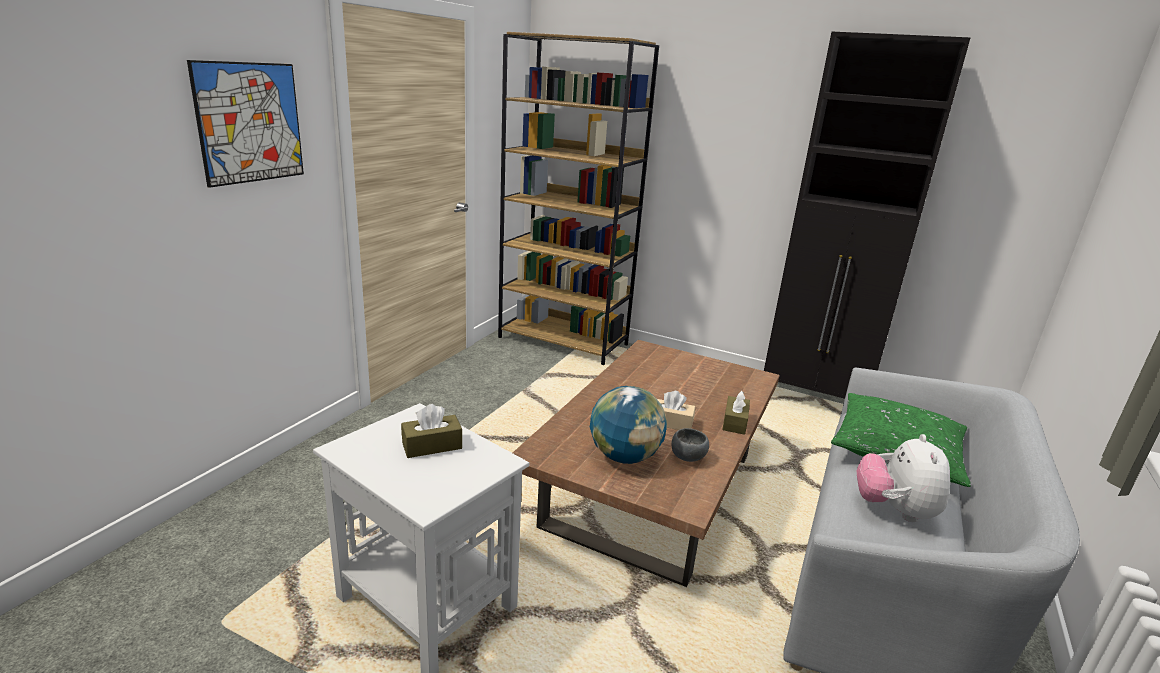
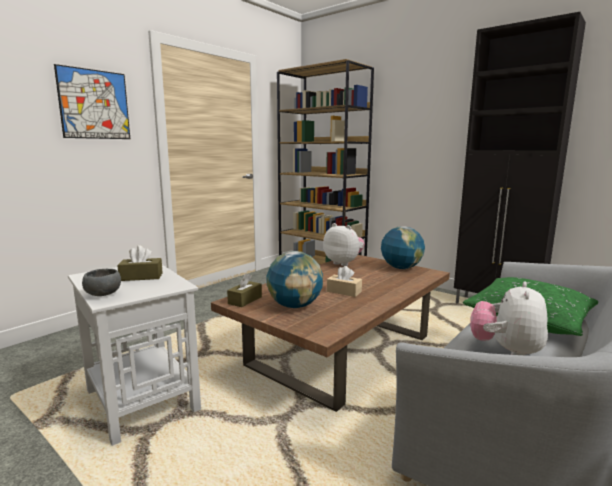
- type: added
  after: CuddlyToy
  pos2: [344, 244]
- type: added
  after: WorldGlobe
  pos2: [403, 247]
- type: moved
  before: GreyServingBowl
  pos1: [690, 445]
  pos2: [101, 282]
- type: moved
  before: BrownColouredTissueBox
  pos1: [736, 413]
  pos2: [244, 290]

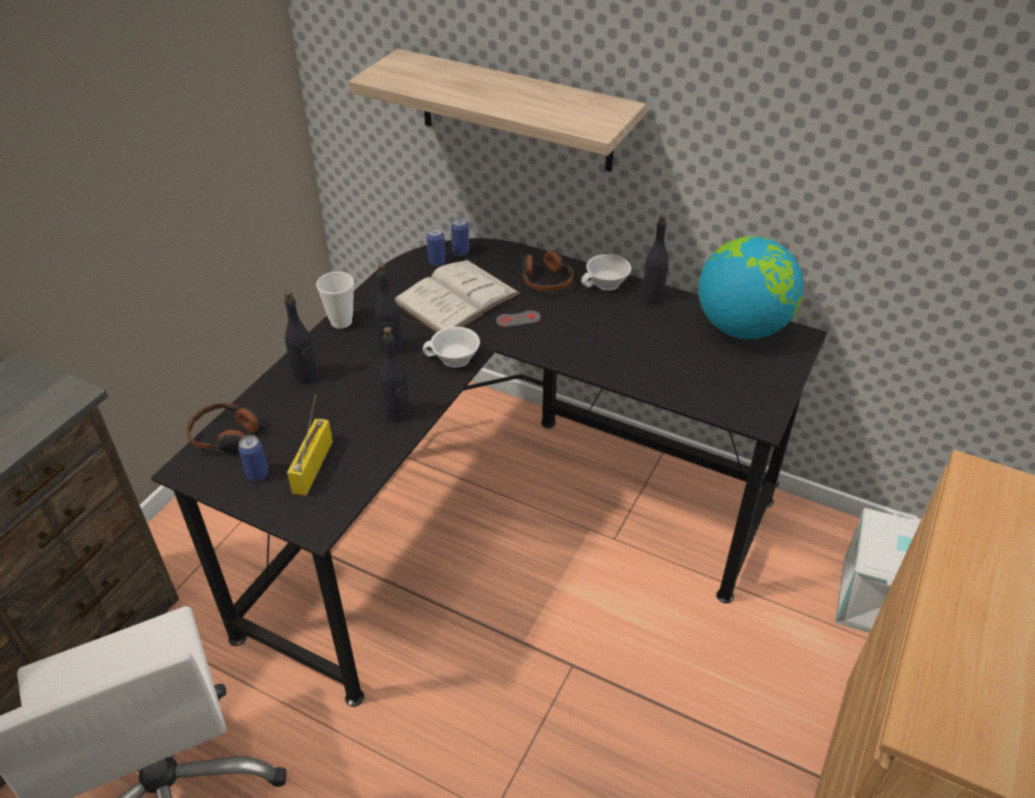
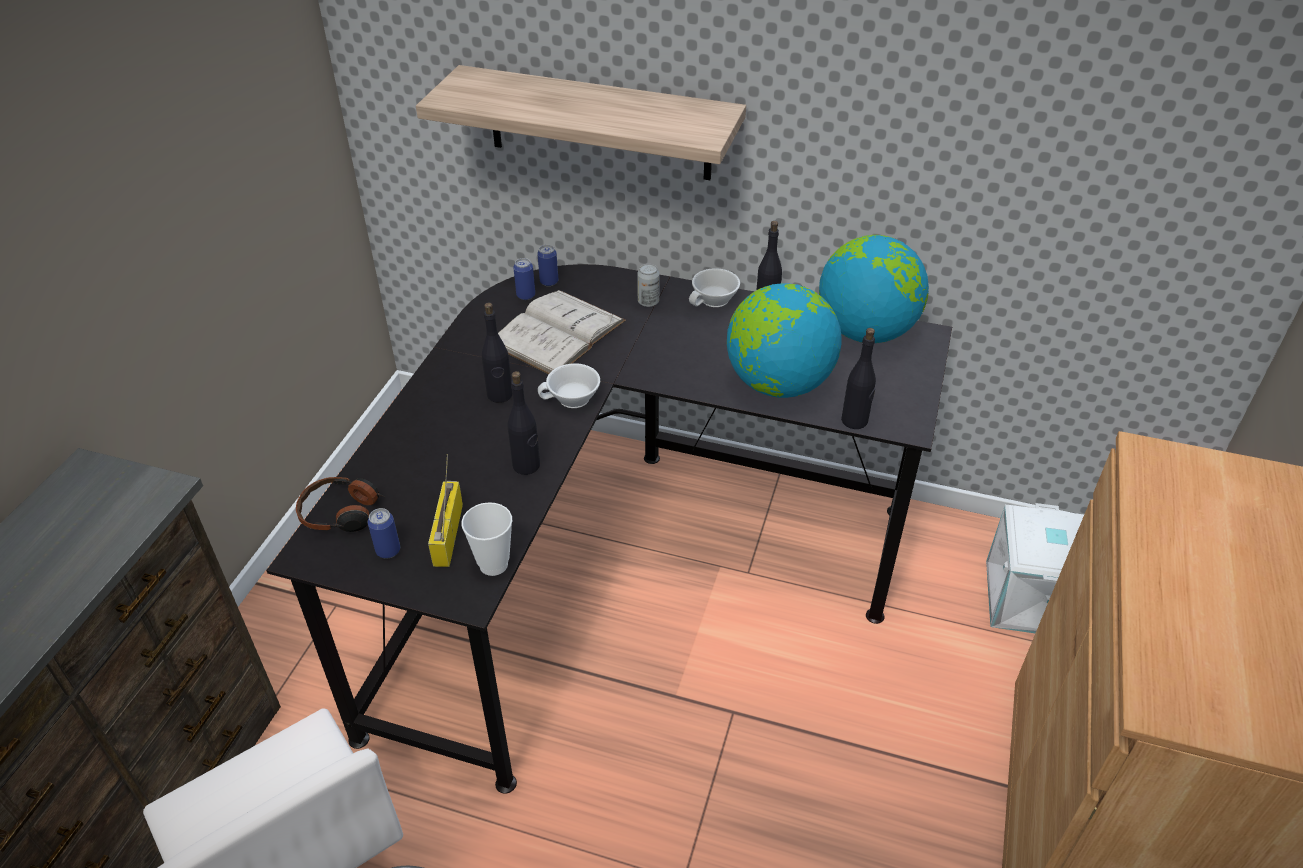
- type: removed
  before: GreyGamepad
  pos1: [518, 318]
- type: added
  after: WorldGlobe
  pos2: [784, 340]
- type: moved
  before: BlackBeverageBottle
  pos1: [300, 337]
  pos2: [858, 378]
- type: moved
  before: Cup
  pos1: [335, 300]
  pos2: [487, 539]
- type: replaced
  before: PairOfHeadphones
  after: Can
  pos1: [547, 270]
  pos2: [648, 285]

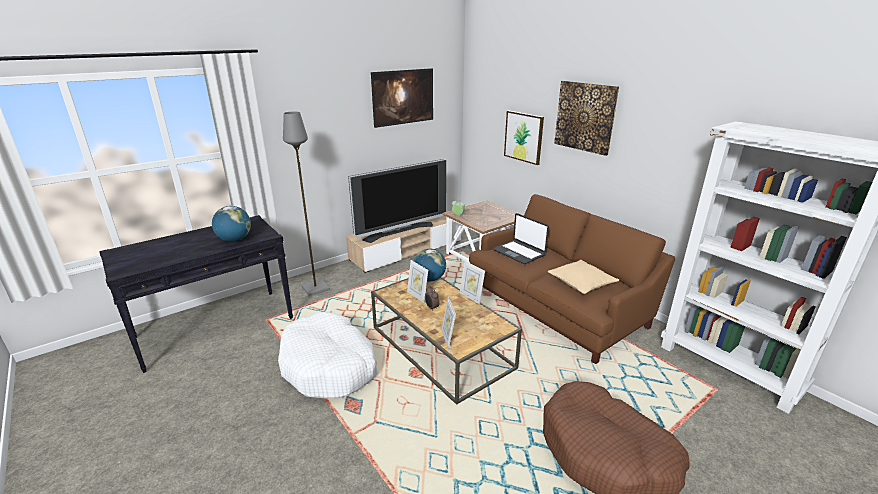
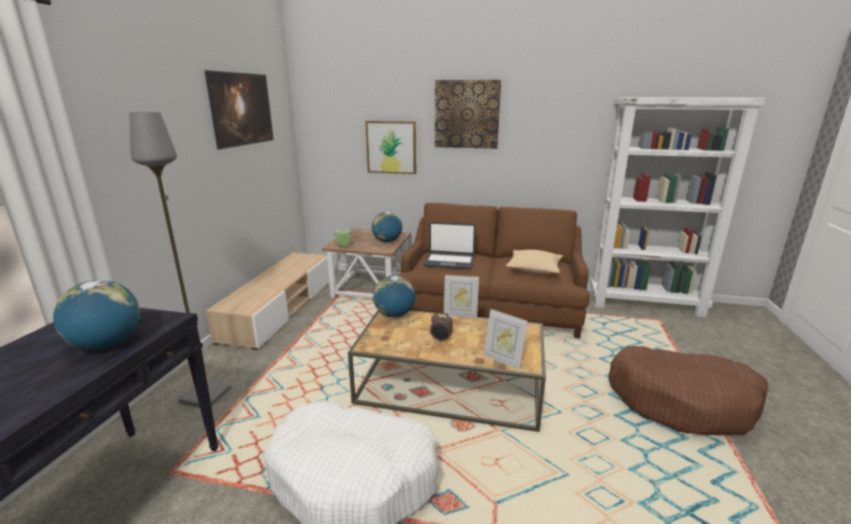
- type: removed
  before: Television
  pos1: [397, 201]
- type: removed
  before: StandingFrame
  pos1: [417, 281]
- type: added
  after: WorldGlobe
  pos2: [387, 227]

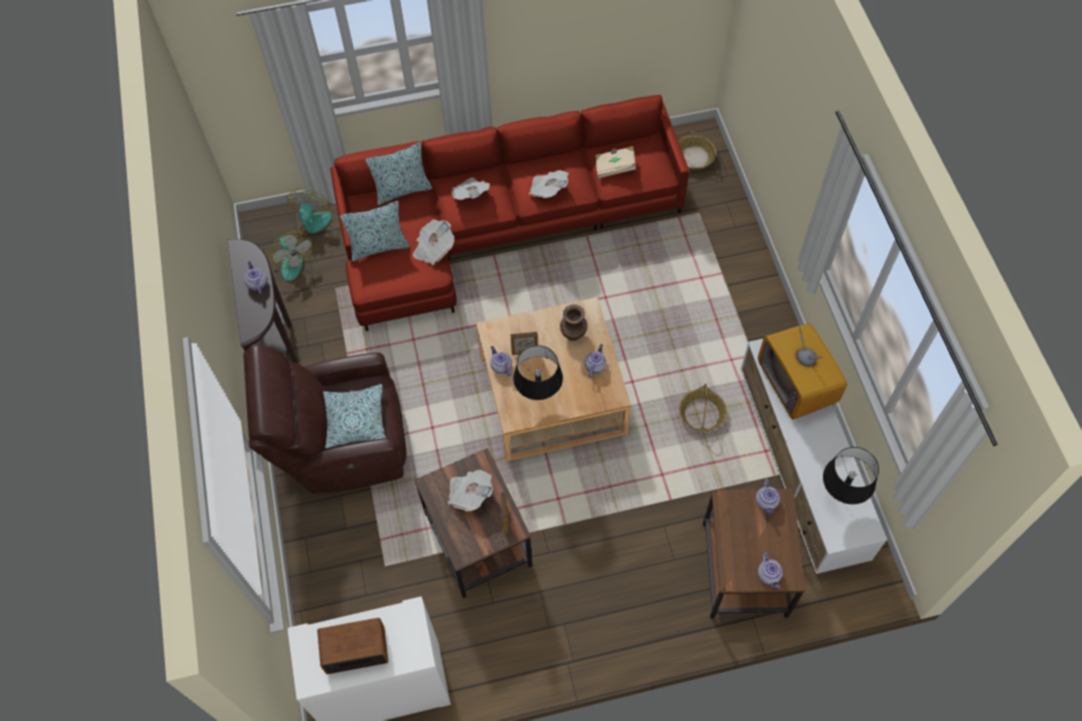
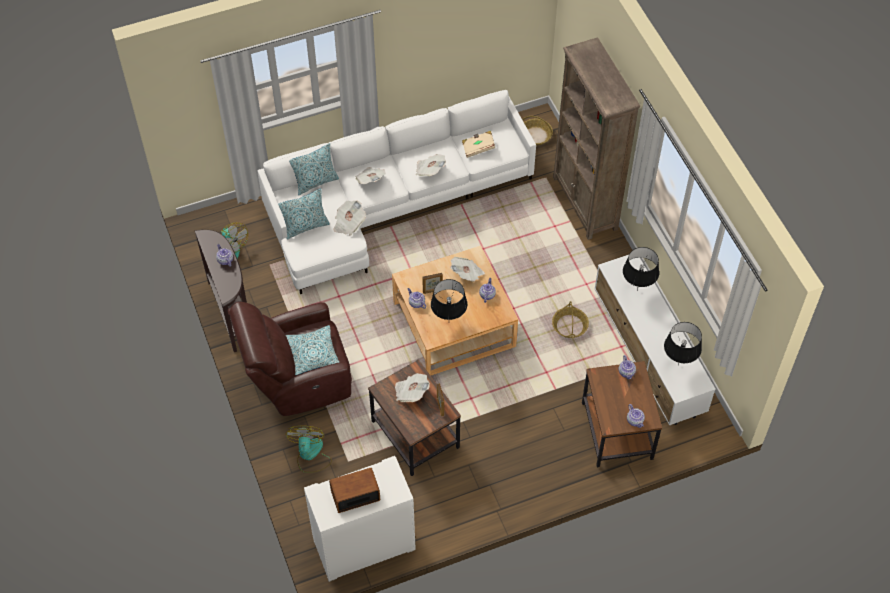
- type: added
  after: BrownColouredBookshelf
  pos2: [596, 138]
- type: moved
  before: CoolingFan
  pos1: [312, 217]
  pos2: [309, 449]
- type: replaced
  before: BrownColouredDecorativeVase
  after: PrintedPaper
  pos1: [573, 322]
  pos2: [467, 269]
- type: replaced
  before: Television
  after: BlackTableLamp
  pos1: [802, 371]
  pos2: [641, 269]
- type: recoloured
  before: RedCouch
  after: WhitishCouch
  pos1: [509, 213]
  pos2: [397, 192]

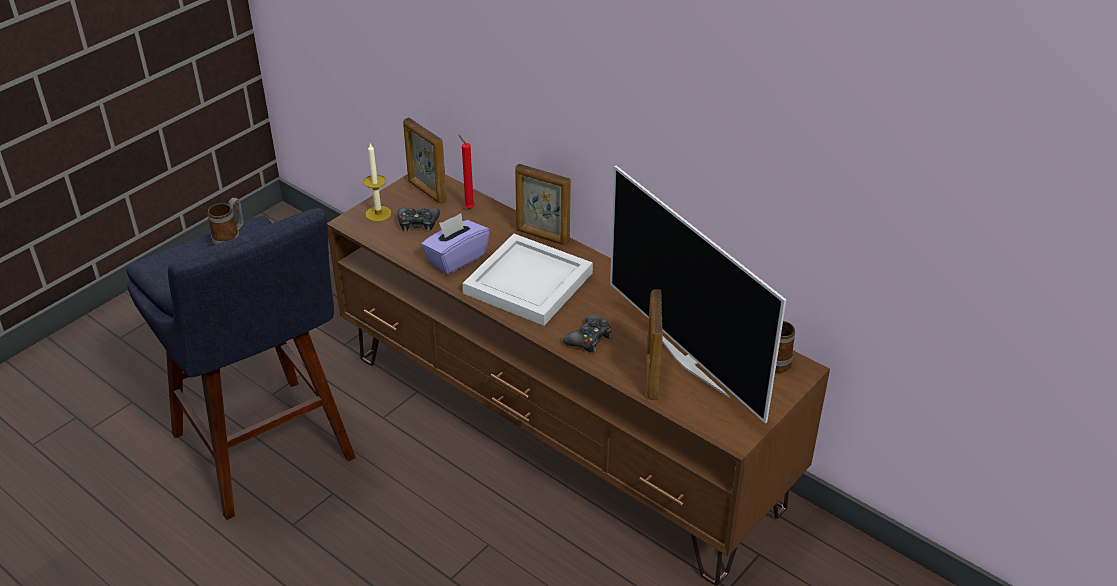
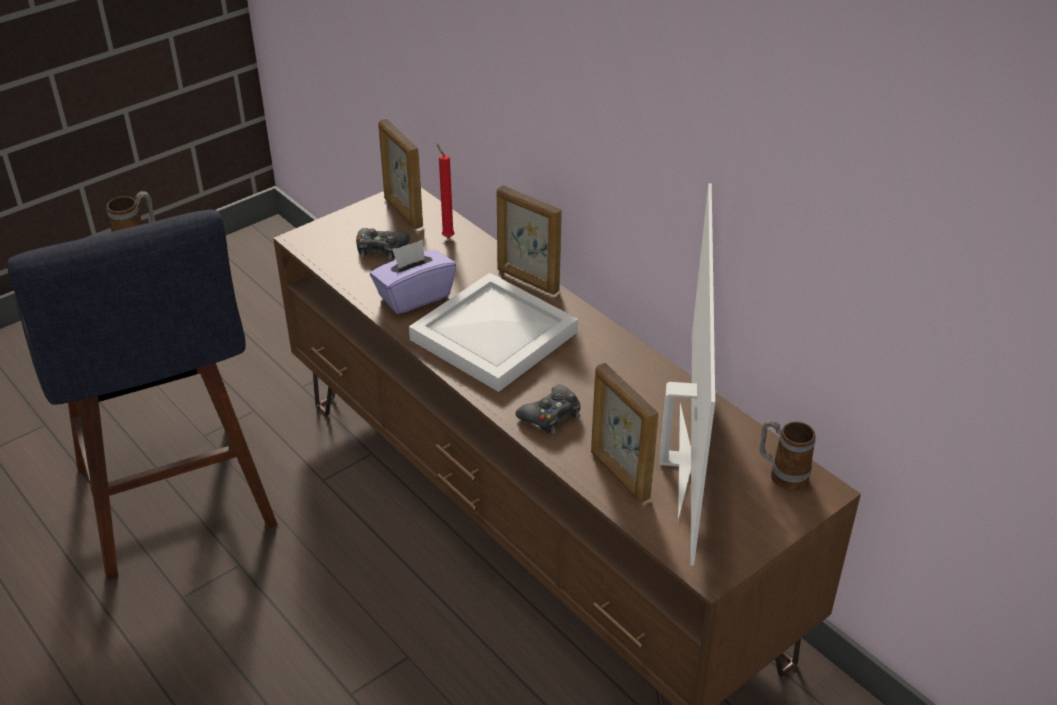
- type: removed
  before: WaxLight
  pos1: [377, 182]
- type: turned
  before: Television
  pos1: [698, 294]
  pos2: [687, 374]
  turn: -150
- type: turned
  before: StandingFrame
  pos1: [654, 344]
  pos2: [624, 433]
  turn: -45

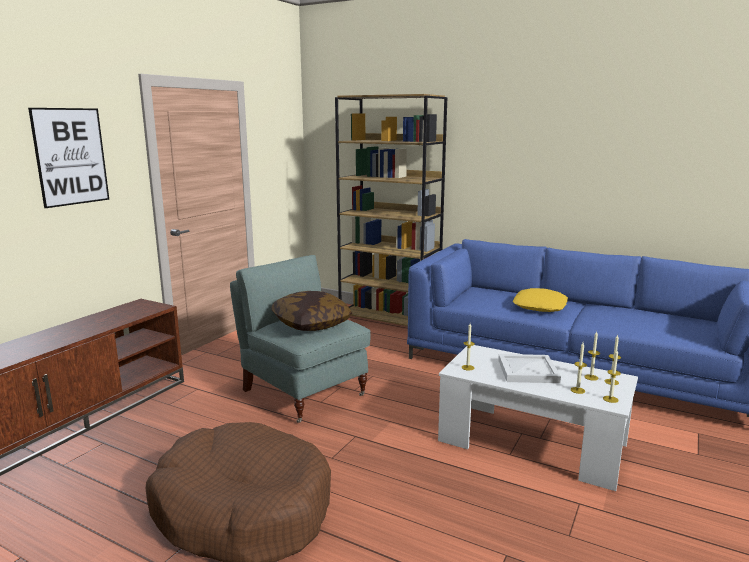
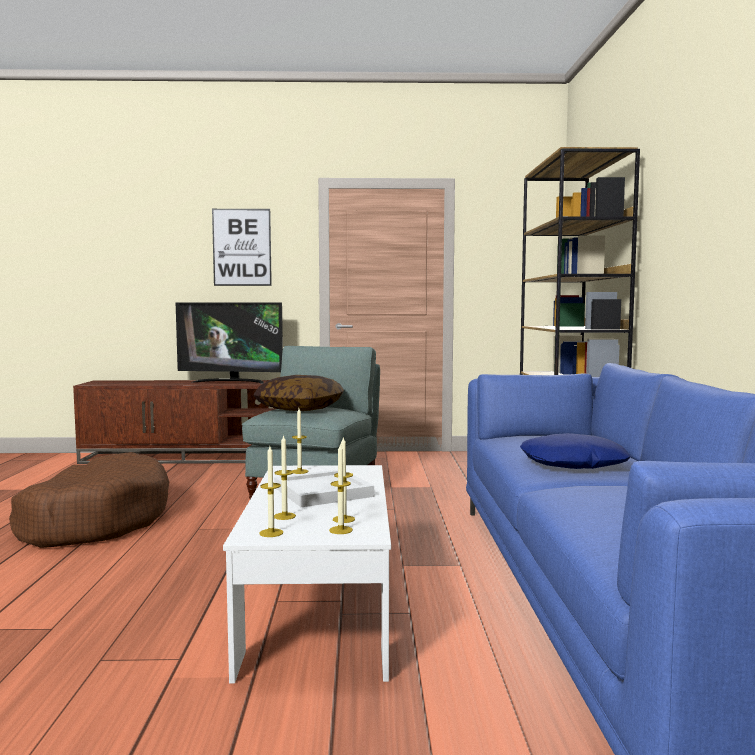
- type: added
  after: Television
  pos2: [229, 343]
- type: recoloured
  before: YellowColouredCushion
  after: BlueCushion
  pos1: [540, 300]
  pos2: [575, 451]

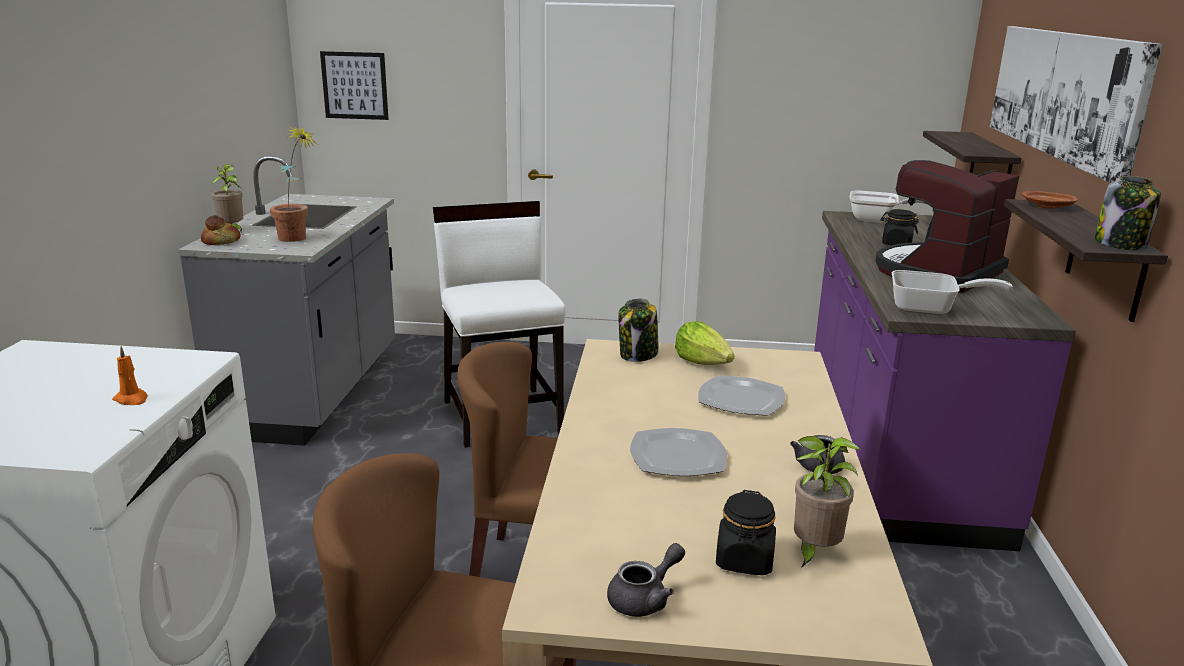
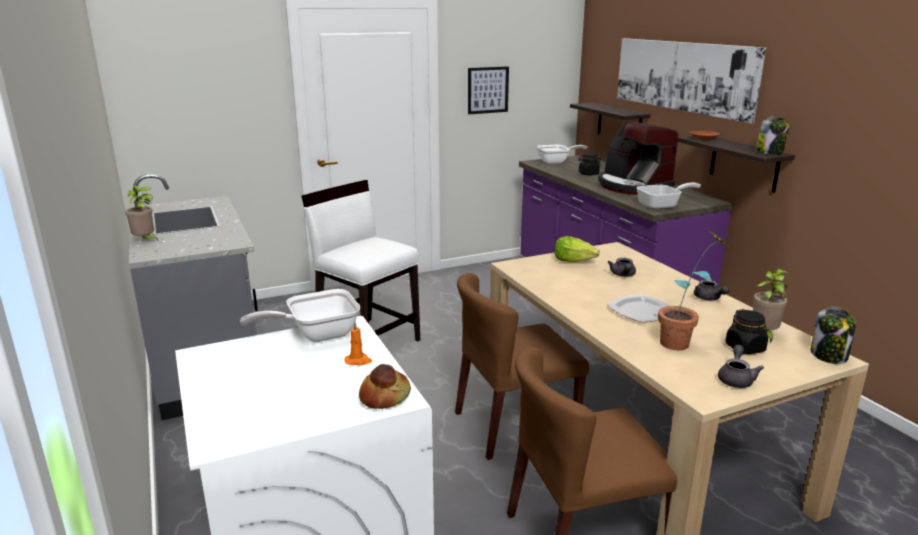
- type: added
  after: FryingPan
  pos2: [300, 315]
- type: moved
  before: BakedBread
  pos1: [221, 230]
  pos2: [385, 386]
- type: moved
  before: PlantInAPot
  pos1: [294, 184]
  pos2: [693, 290]
- type: moved
  before: Picture
  pos1: [354, 85]
  pos2: [488, 90]
- type: moved
  before: PreserveJar
  pos1: [638, 330]
  pos2: [833, 335]
- type: replaced
  before: FlatDish
  after: GreyPotForTea
  pos1: [741, 395]
  pos2: [622, 267]
- type: turned
  before: CoffeeMaker
  pos1: [947, 226]
  pos2: [638, 158]
  turn: -45

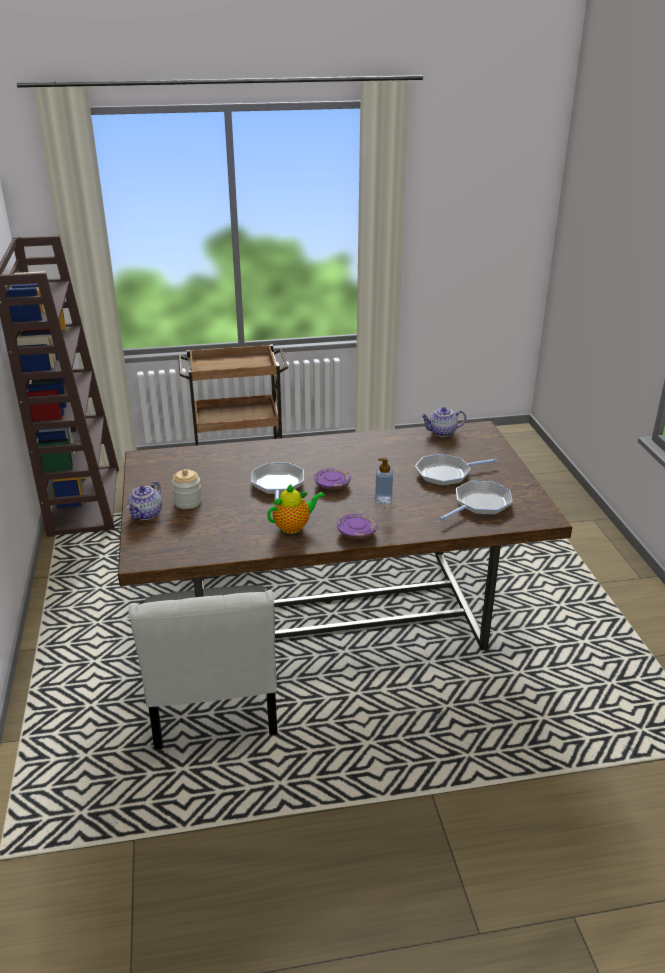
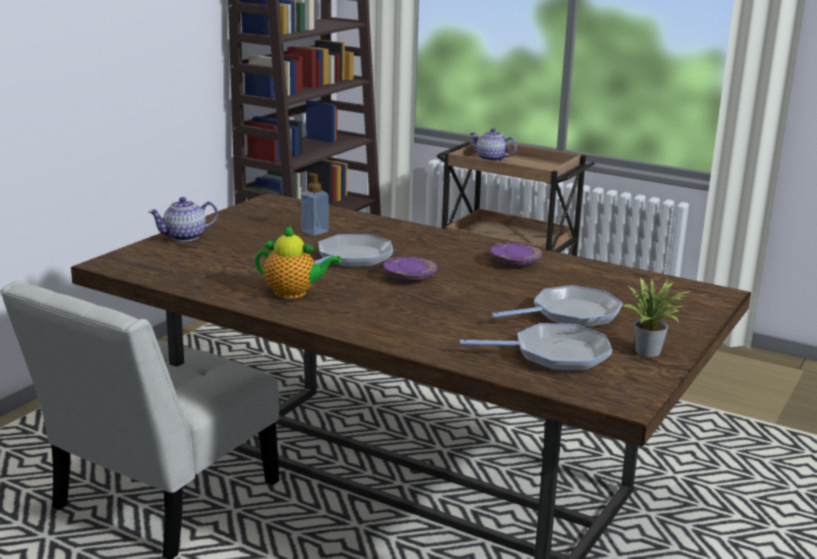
- type: removed
  before: PreserveJar
  pos1: [187, 489]
- type: added
  after: PlantInAPot
  pos2: [658, 317]
- type: moved
  before: PurplishFlatDish
  pos1: [357, 526]
  pos2: [516, 255]
- type: moved
  before: LiquidSoapBottle
  pos1: [384, 481]
  pos2: [315, 204]
- type: moved
  before: PotForTea
  pos1: [443, 422]
  pos2: [493, 145]
- type: turned
  before: FryingPan
  pos1: [456, 470]
  pos2: [557, 306]
  turn: 135

